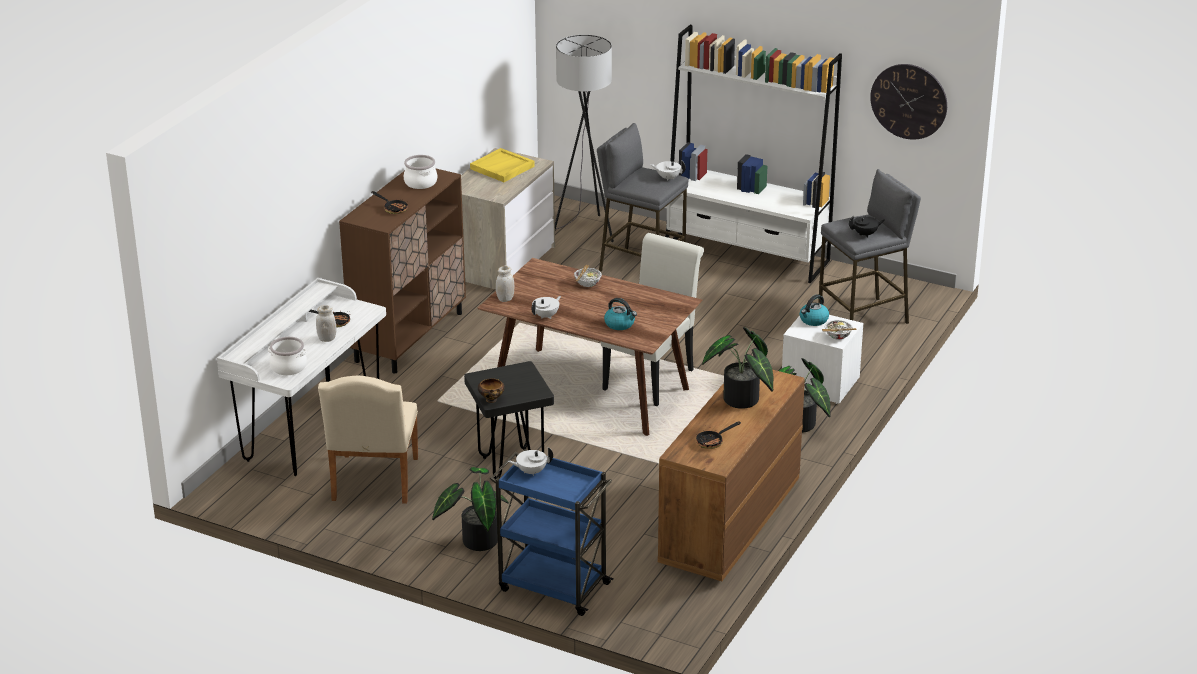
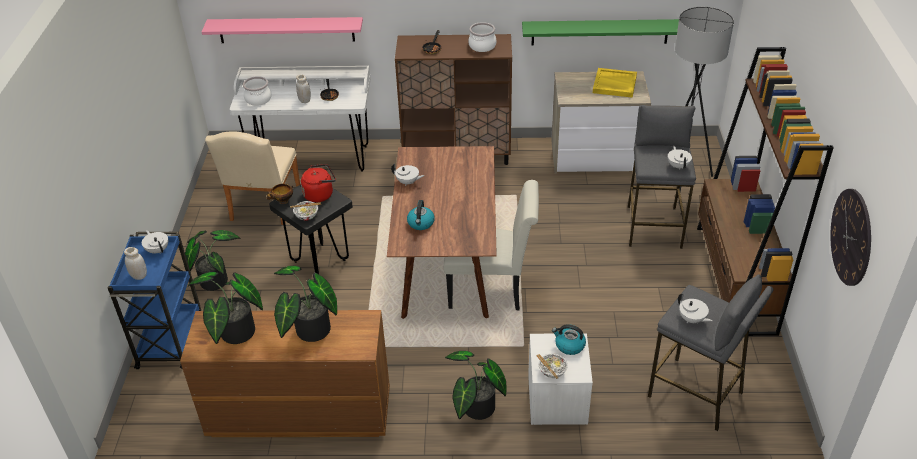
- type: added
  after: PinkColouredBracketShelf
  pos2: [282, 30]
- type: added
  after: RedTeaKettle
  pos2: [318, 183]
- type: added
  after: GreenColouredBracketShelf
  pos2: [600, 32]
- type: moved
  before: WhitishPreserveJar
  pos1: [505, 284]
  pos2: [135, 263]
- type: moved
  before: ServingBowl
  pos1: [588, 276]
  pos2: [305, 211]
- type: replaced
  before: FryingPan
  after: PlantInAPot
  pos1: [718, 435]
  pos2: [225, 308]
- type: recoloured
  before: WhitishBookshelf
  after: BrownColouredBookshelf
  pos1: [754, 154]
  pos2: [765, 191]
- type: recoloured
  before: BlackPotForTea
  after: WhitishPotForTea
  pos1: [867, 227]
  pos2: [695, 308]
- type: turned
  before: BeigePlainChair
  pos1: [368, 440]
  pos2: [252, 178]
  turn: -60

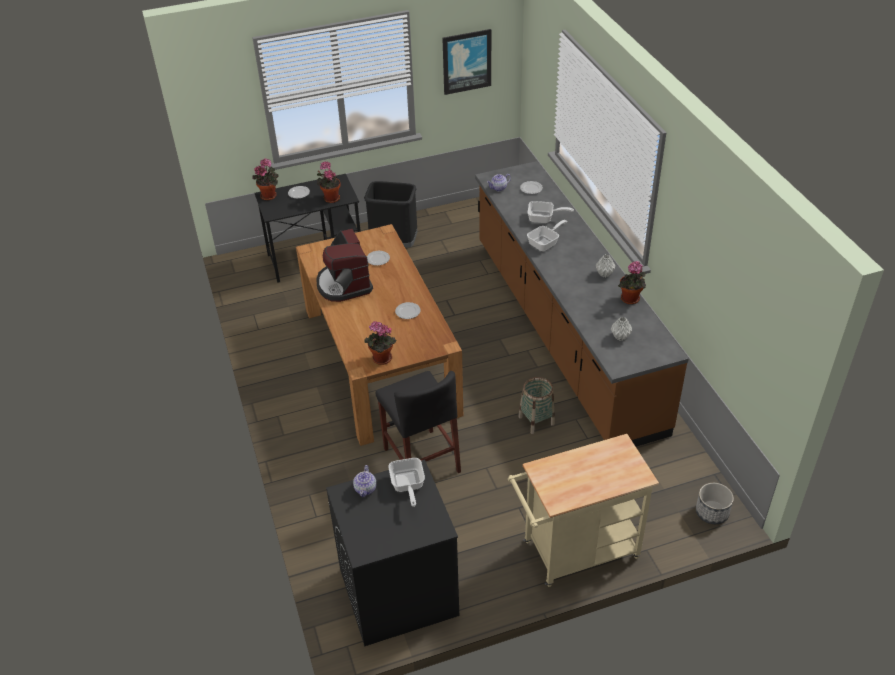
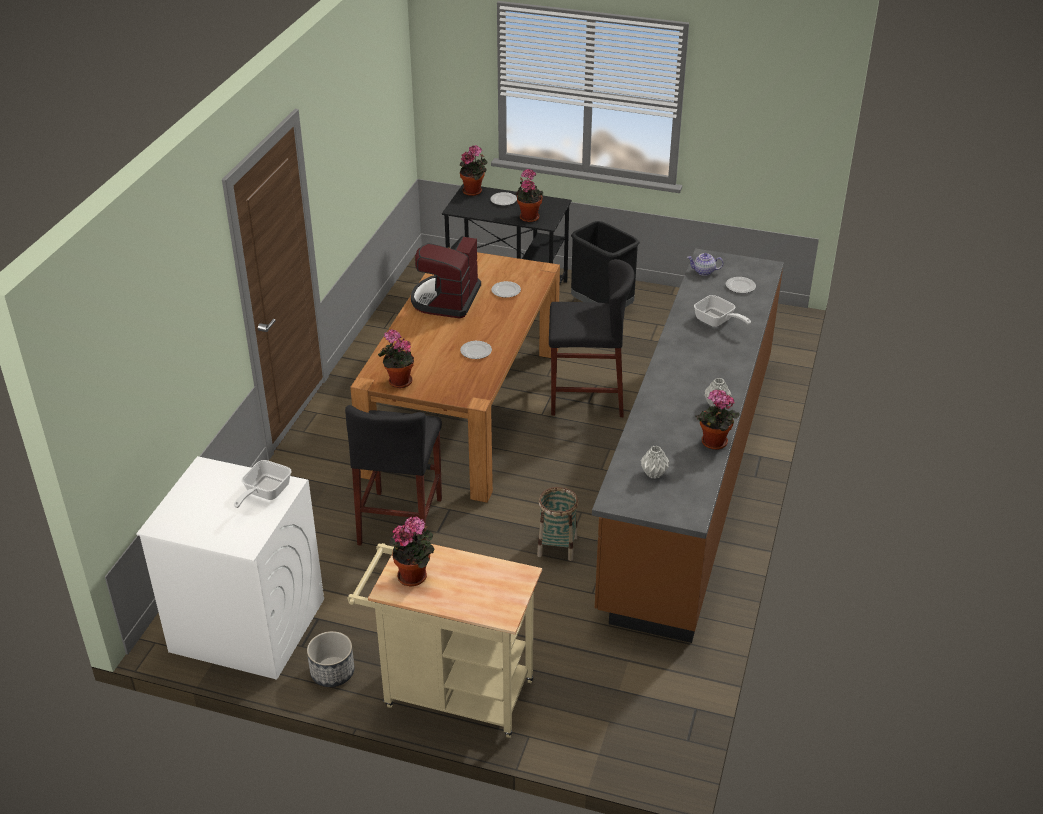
- type: removed
  before: PotForTea
  pos1: [365, 481]
- type: removed
  before: Picture
  pos1: [466, 62]
- type: removed
  before: FryingPan
  pos1: [547, 235]
- type: added
  after: PlantInAPot
  pos2: [411, 551]
- type: added
  after: BlackStool
  pos2: [591, 338]
- type: moved
  before: Planter
  pos1: [715, 503]
  pos2: [331, 659]
- type: recoloured
  before: BlackLaundryMachine
  after: WhitishLaundryMachine
  pos1: [392, 553]
  pos2: [230, 568]

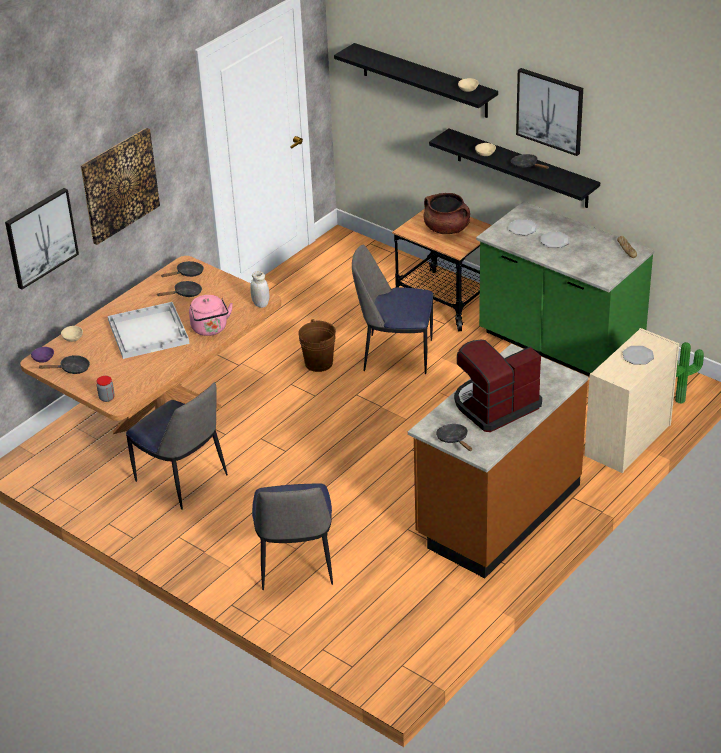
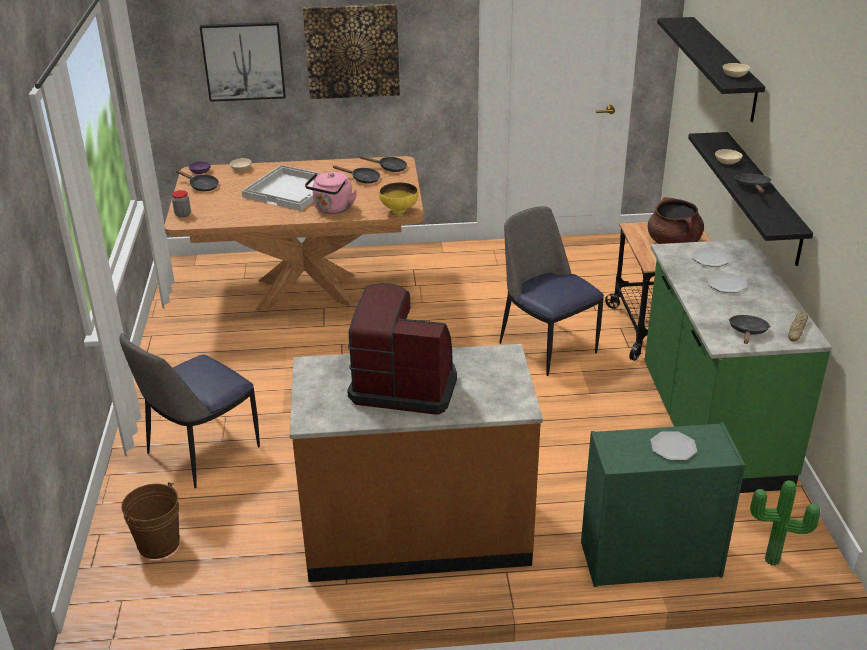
- type: removed
  before: PlainChair
  pos1: [177, 446]
- type: removed
  before: Picture
  pos1: [549, 112]
- type: moved
  before: BrownColouredBucket
  pos1: [317, 345]
  pos2: [150, 520]
- type: moved
  before: BlackFryingPan
  pos1: [454, 437]
  pos2: [749, 329]
- type: replaced
  before: WhitishPreserveJar
  after: YellowColouredServingBowl
  pos1: [259, 289]
  pos2: [398, 199]
- type: recoloured
  before: BeigeChestOfDrawers
  after: GreenColouredChestOfDrawers
  pos1: [632, 400]
  pos2: [663, 505]

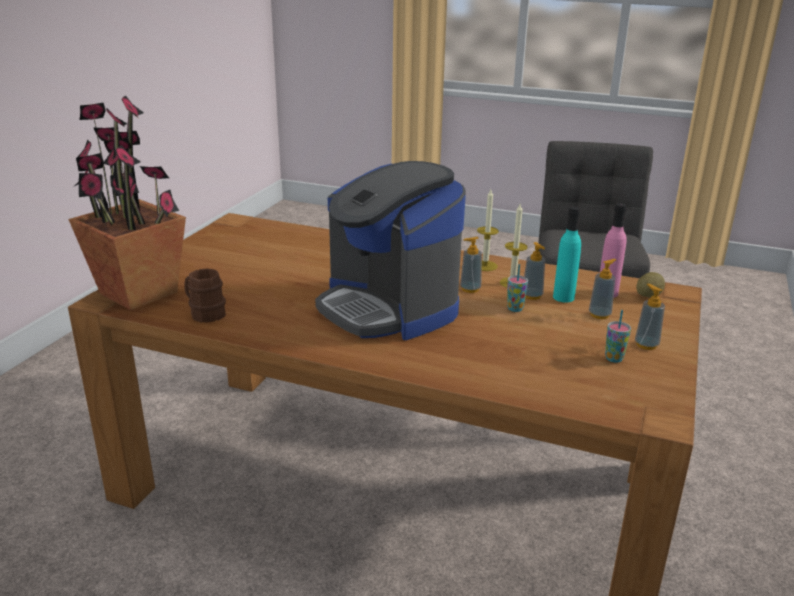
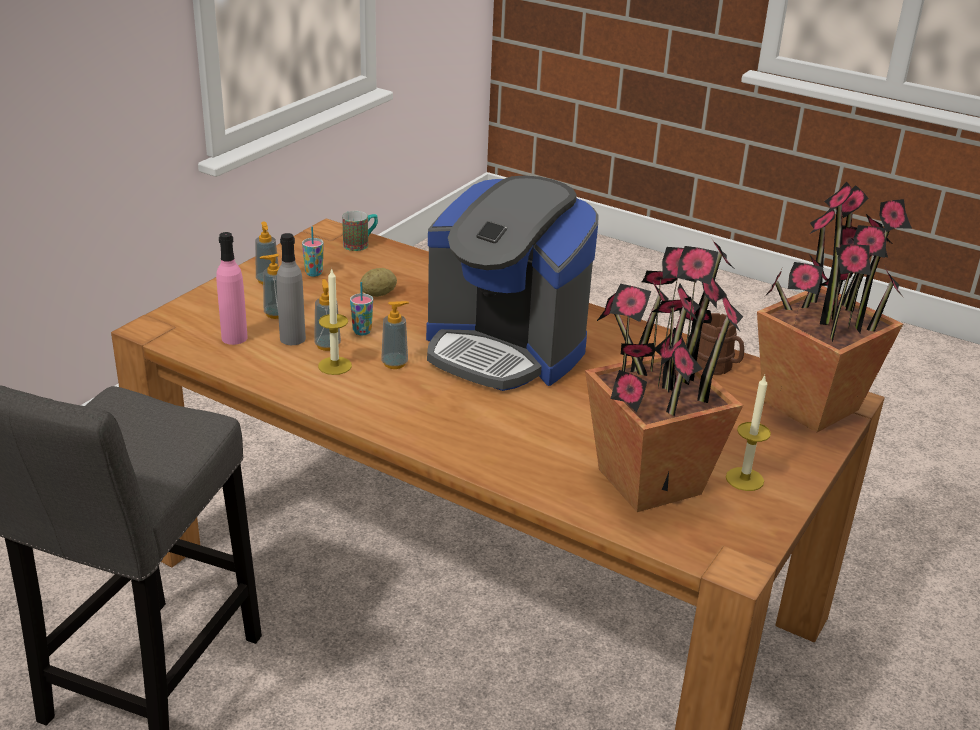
- type: added
  after: CoffeeMug
  pos2: [360, 231]
- type: added
  after: PlantInAPot
  pos2: [664, 375]
- type: moved
  before: WaxLight
  pos1: [488, 230]
  pos2: [748, 433]
- type: moved
  before: Potato
  pos1: [650, 284]
  pos2: [378, 282]
- type: recoloured
  before: BlueGreenBeverageBottle
  after: GreyBeverageBottle
  pos1: [567, 254]
  pos2: [291, 289]
- type: turned
  before: CoffeeMaker
  pos1: [390, 250]
  pos2: [512, 283]
  turn: 150

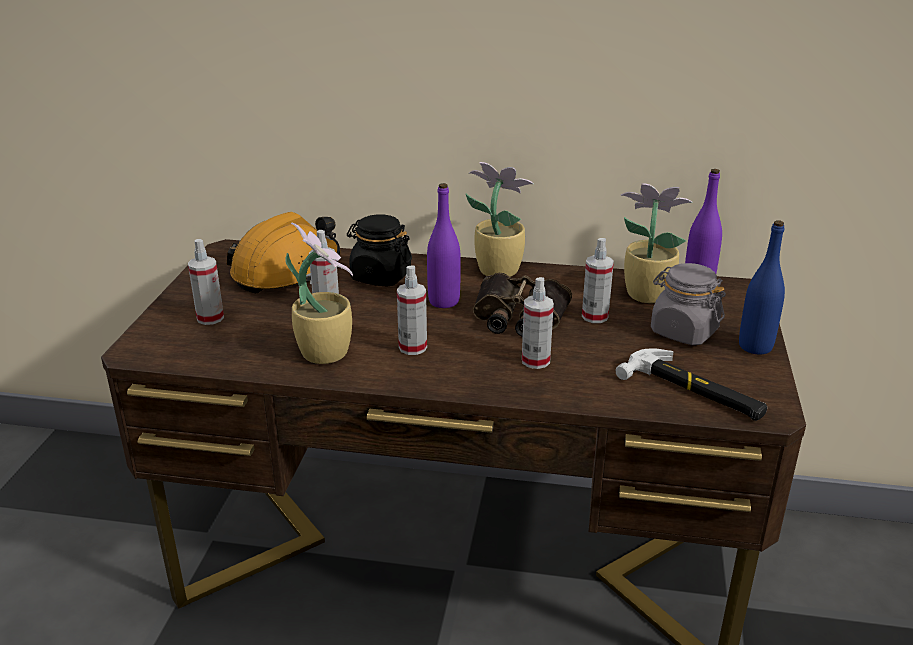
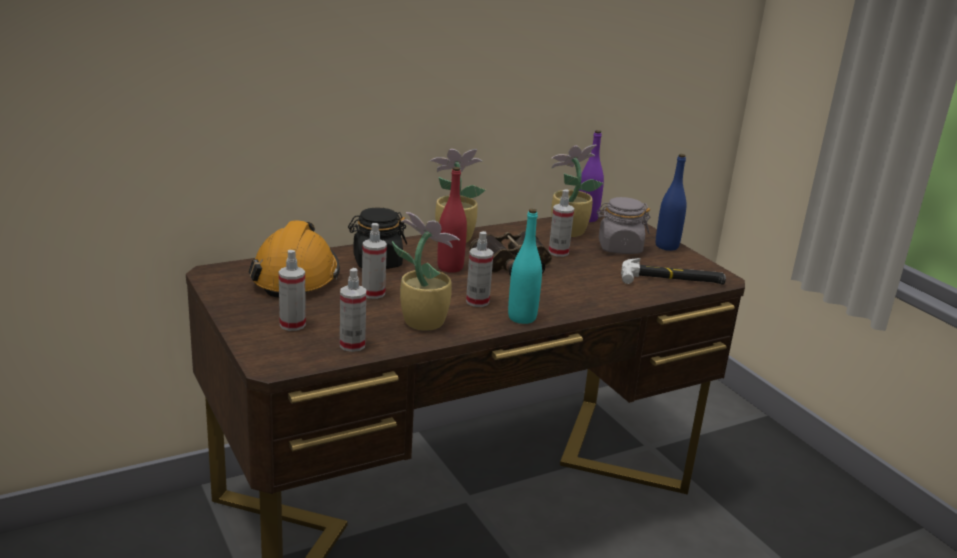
- type: added
  after: BlueGreenBeverageBottle
  pos2: [525, 266]
- type: moved
  before: SprayBottle
  pos1: [538, 323]
  pos2: [353, 310]
- type: recoloured
  before: PurplishBeverageBottle
  after: RedBeverageBottle
  pos1: [444, 245]
  pos2: [452, 220]

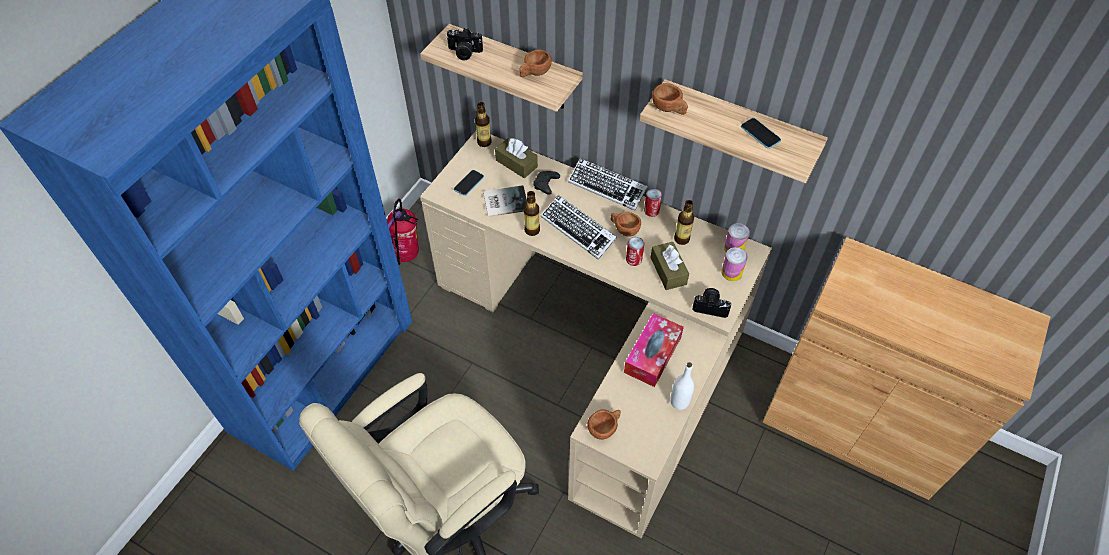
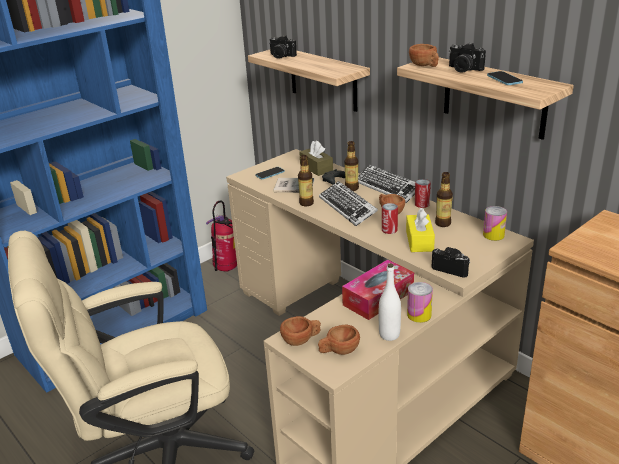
- type: added
  after: StillCamera
  pos2: [467, 58]
- type: moved
  before: BeverageBottle
  pos1: [483, 124]
  pos2: [351, 166]
- type: moved
  before: BrownColouredCup
  pos1: [535, 63]
  pos2: [339, 340]
- type: moved
  before: Can
  pos1: [734, 264]
  pos2: [420, 302]
- type: recoloured
  before: BrownColouredTissueBox
  after: YellowColouredTissueBox
  pos1: [670, 266]
  pos2: [420, 230]

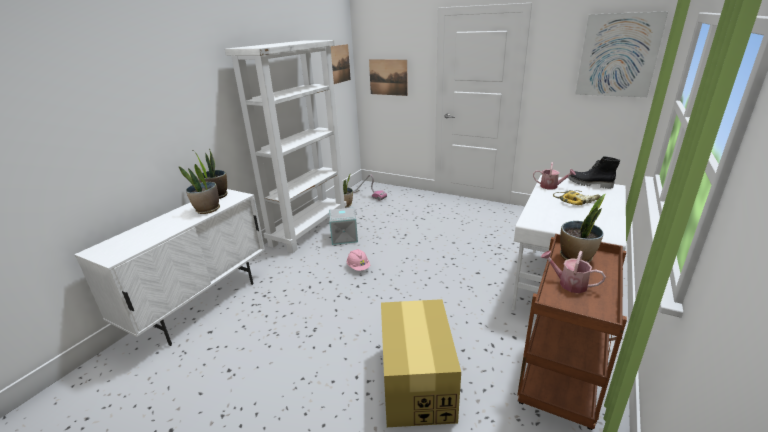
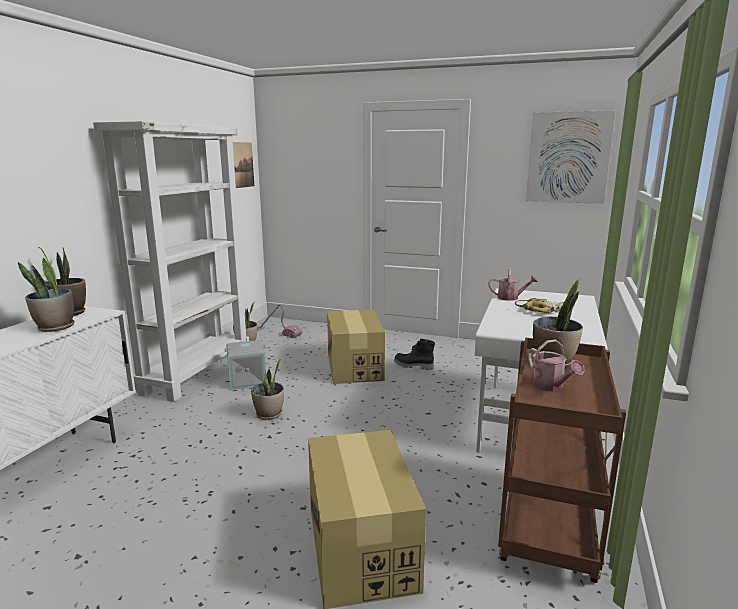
- type: removed
  before: Picture
  pos1: [388, 77]
- type: added
  after: Carton
  pos2: [356, 346]
- type: moved
  before: BlackHighTopBoot
  pos1: [594, 172]
  pos2: [414, 354]
- type: replaced
  before: PinkColouredWorkHelmet
  after: PlantInAPot
  pos1: [358, 260]
  pos2: [267, 389]
- type: turned
  before: WateringCan
  pos1: [573, 272]
  pos2: [556, 365]
  turn: -135

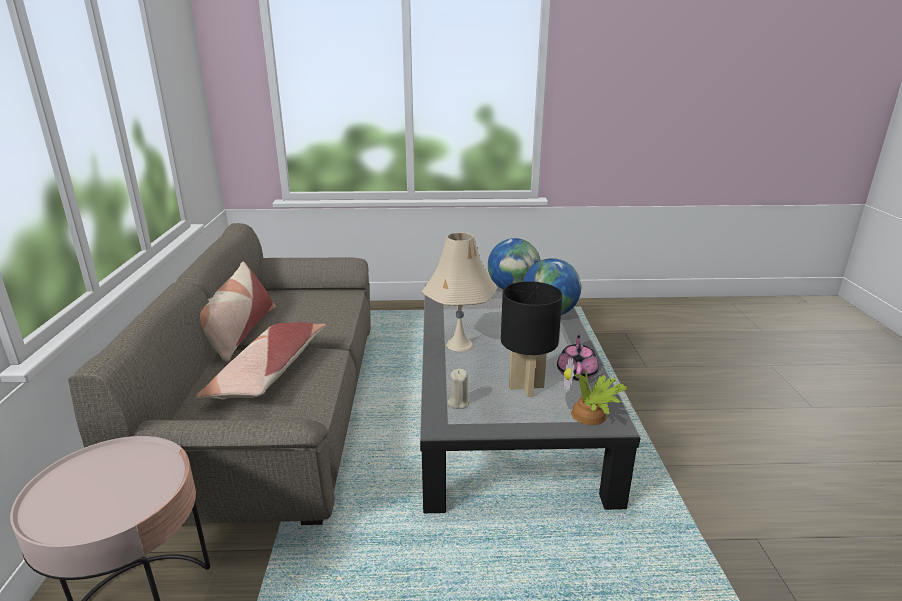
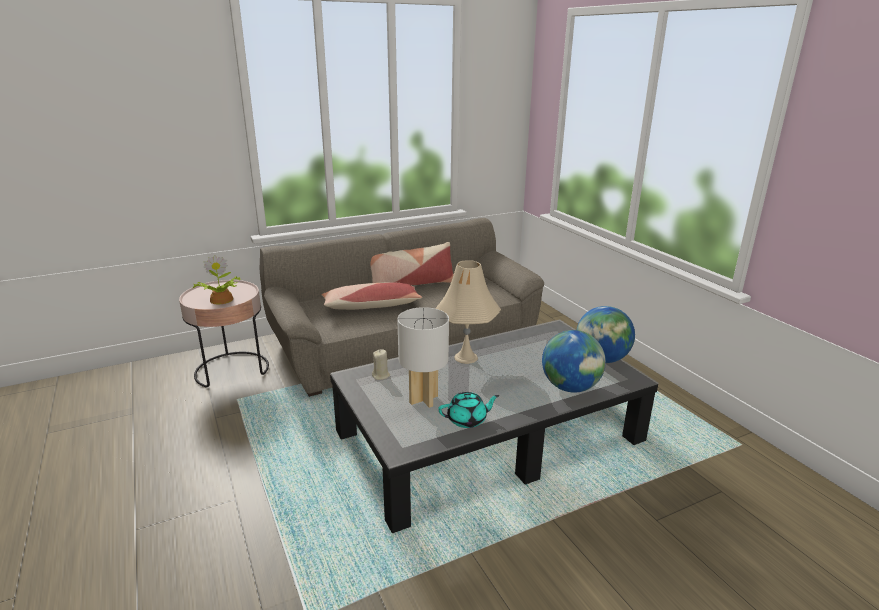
- type: moved
  before: PlantInAPot
  pos1: [595, 391]
  pos2: [216, 279]
- type: recoloured
  before: BlackTableLamp
  after: WhitishTableLamp
  pos1: [532, 339]
  pos2: [423, 357]
- type: recoloured
  before: PinkColouredPotForTea
  after: BlueGreenPotForTea
  pos1: [578, 358]
  pos2: [468, 410]

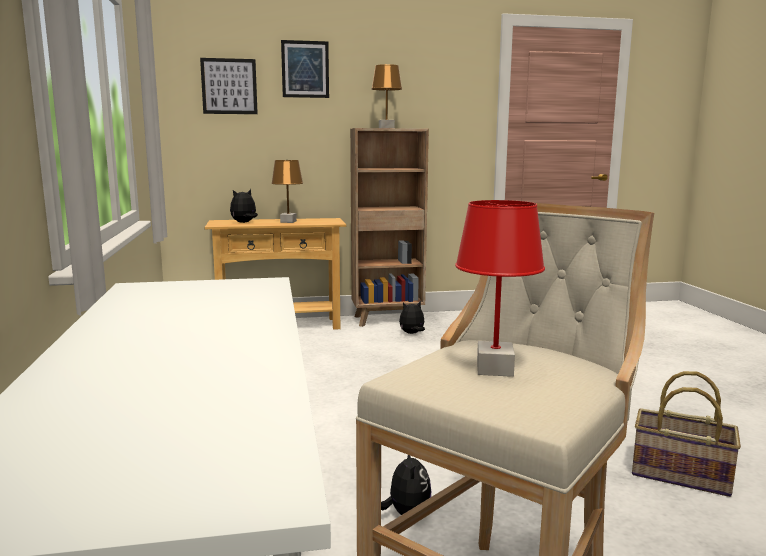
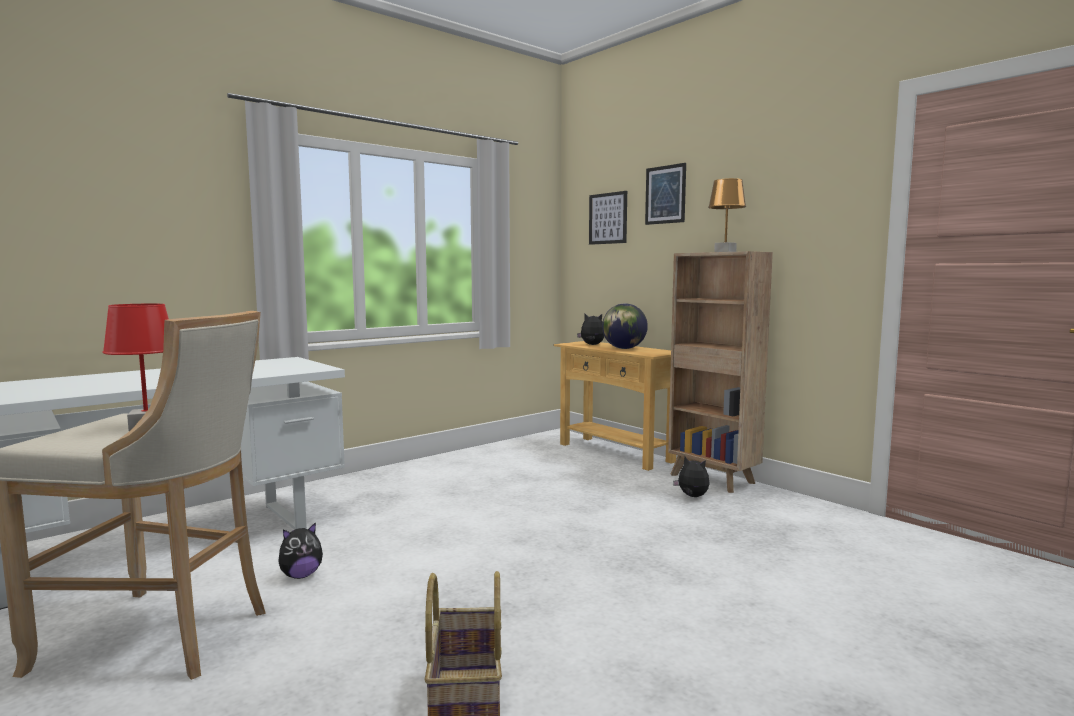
- type: replaced
  before: BrownColouredTableLamp
  after: WorldGlobe
  pos1: [287, 191]
  pos2: [625, 326]

